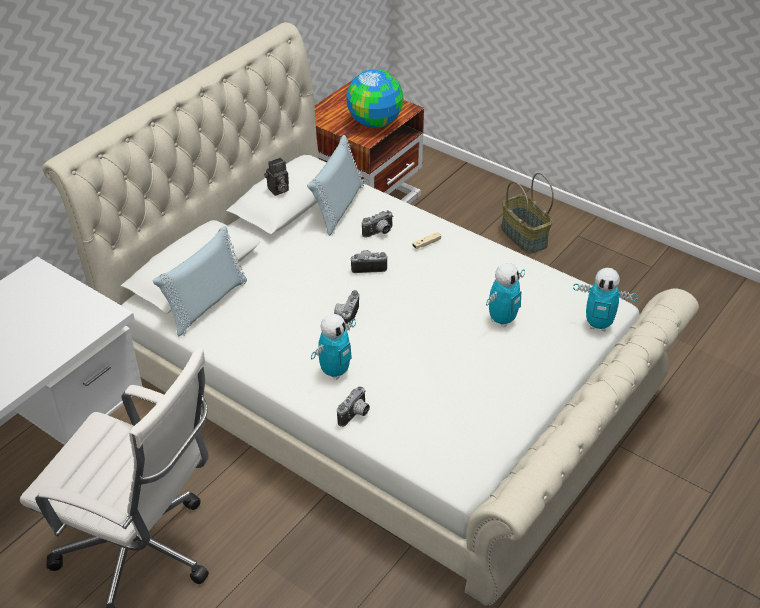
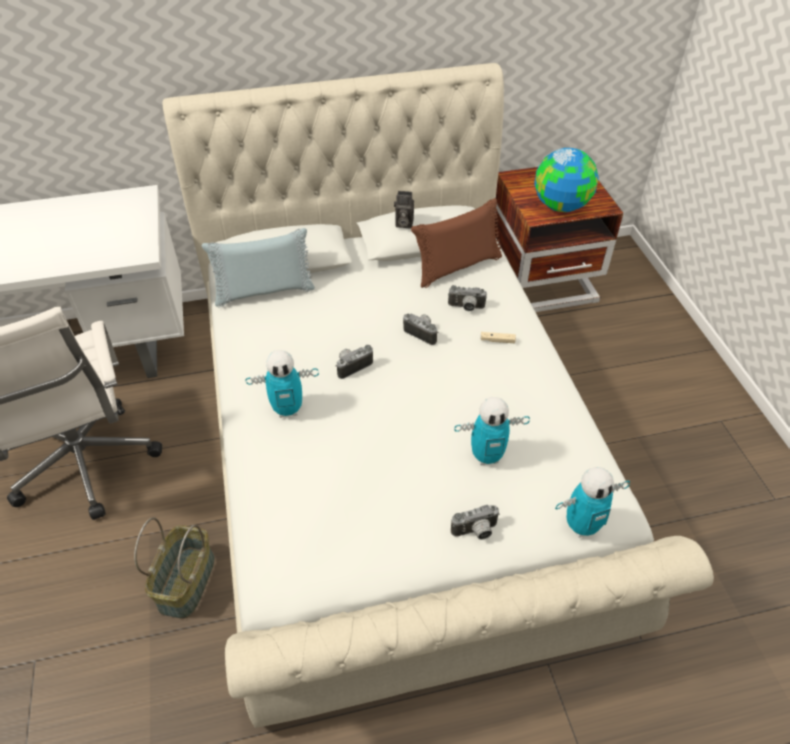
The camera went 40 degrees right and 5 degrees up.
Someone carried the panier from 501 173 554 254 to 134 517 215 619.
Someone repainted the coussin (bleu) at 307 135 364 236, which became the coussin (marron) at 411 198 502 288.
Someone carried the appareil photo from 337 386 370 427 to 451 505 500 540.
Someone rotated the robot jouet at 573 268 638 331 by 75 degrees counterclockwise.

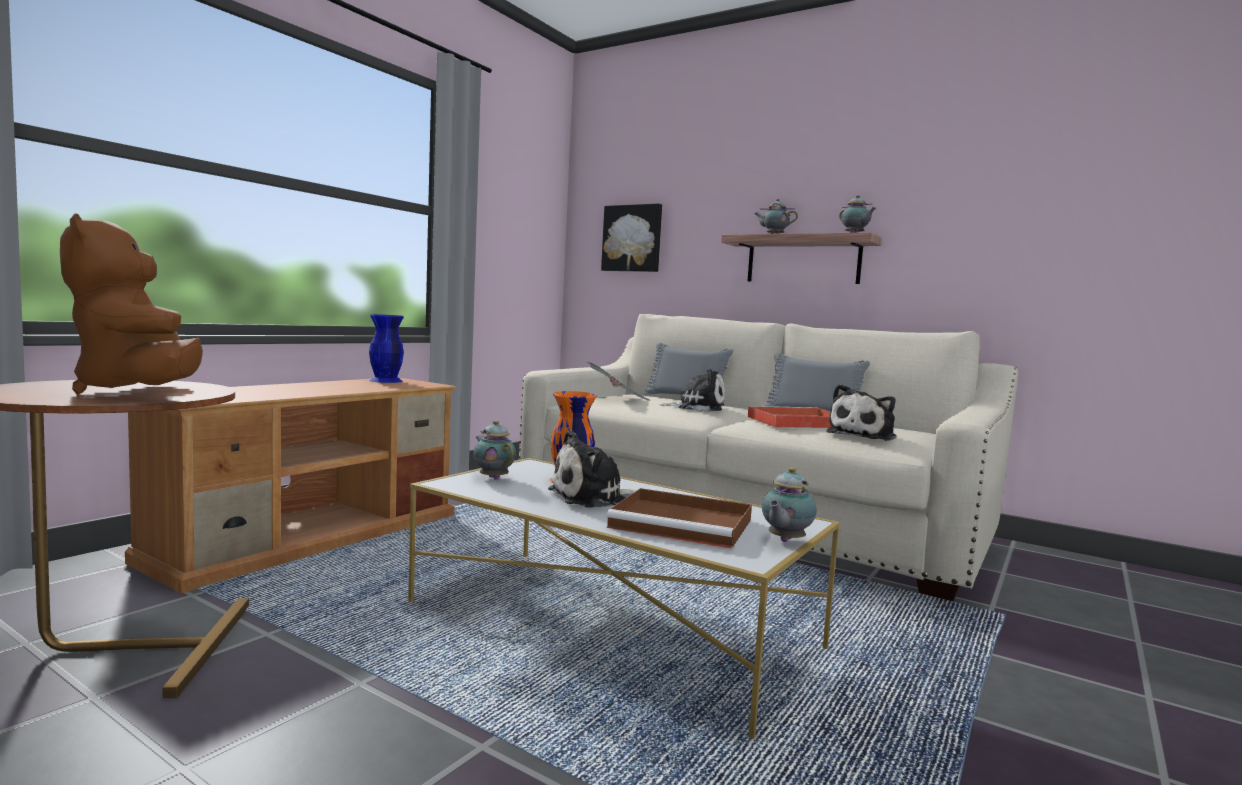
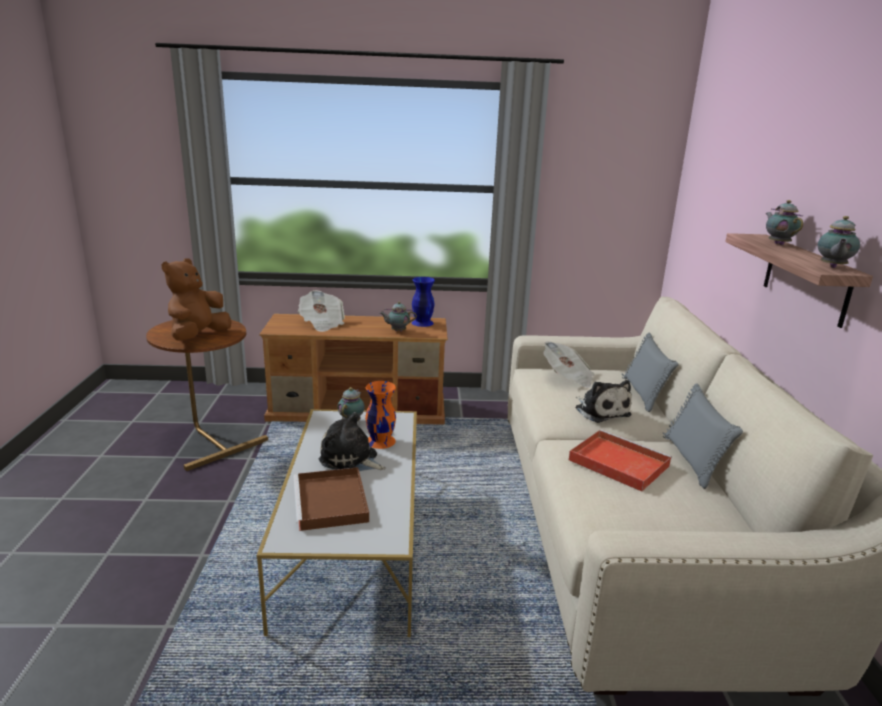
The camera went 55 degrees right and 15 degrees up.
Someone put down the journal at 298 290 345 332.
Someone carried the théière from 762 467 817 542 to 380 301 417 332.
Someone took away the tableau at 601 204 662 272.
Someone took away the peluche at 826 384 897 441.

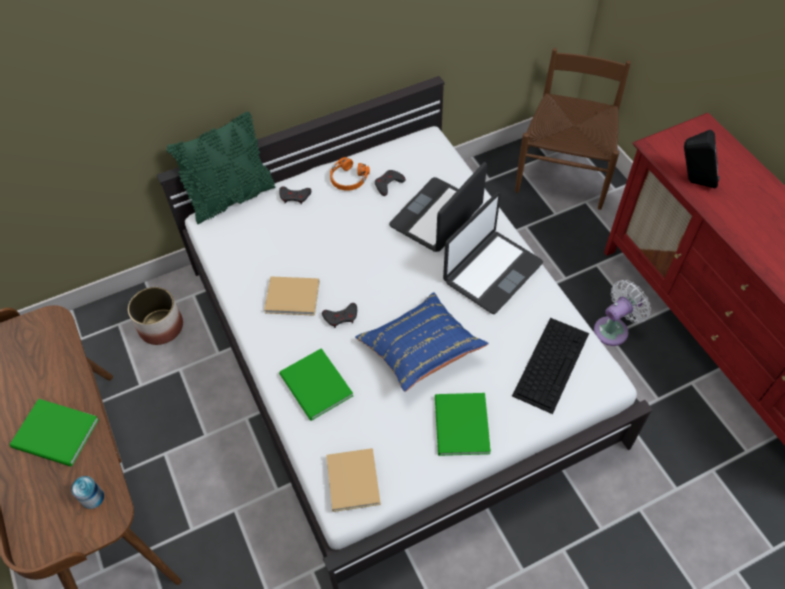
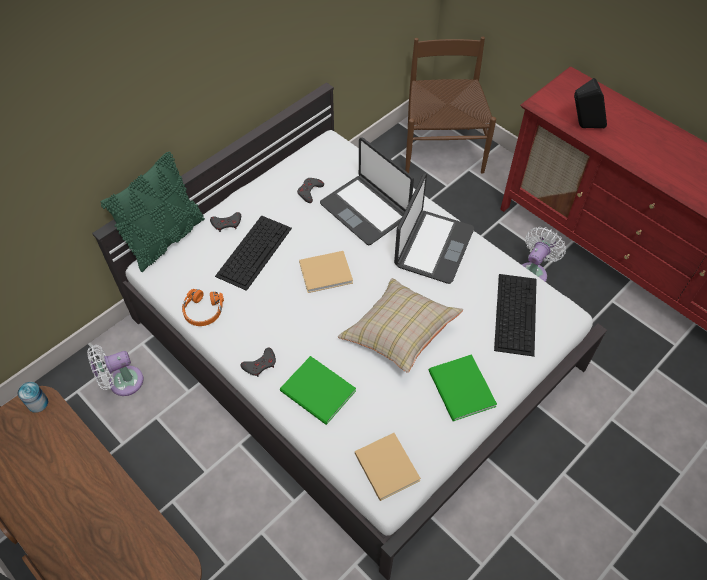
The camera went 20 degrees left and 0 degrees up.
Someone carried the boîte métallique from 71 476 104 509 to 18 382 48 413.
Someone swapped the cache-pot at 128 287 183 345 for the ventilateur (blanc) at 87 345 143 396.
Someone carried the casque audio (orange) from 330 157 370 191 to 182 289 224 326.
Someone put down the clavier at 215 215 292 291.
Someone carried the manette (gris) from 322 303 357 328 to 241 348 276 377.
Someone carried the livre (beige) from 264 276 319 316 to 299 251 353 293.
Someone rotated the ordinateur portable at 389 162 487 252 by 60 degrees counterclockwise.
Someone repainted the coussin (bleu) at 355 292 489 392, which became the coussin (beige) at 338 278 463 373.
Someone took away the livre (vert) at 10 399 99 467.

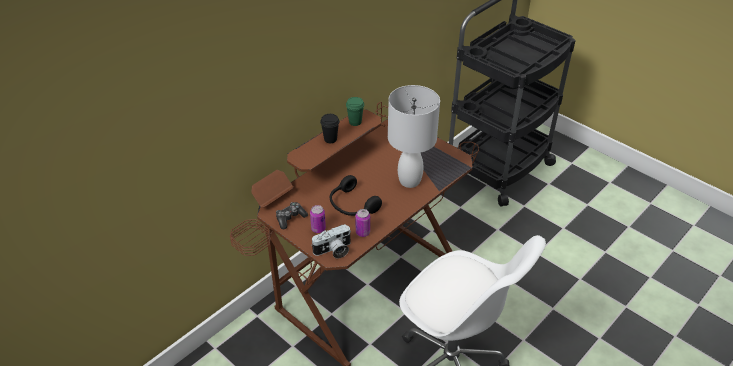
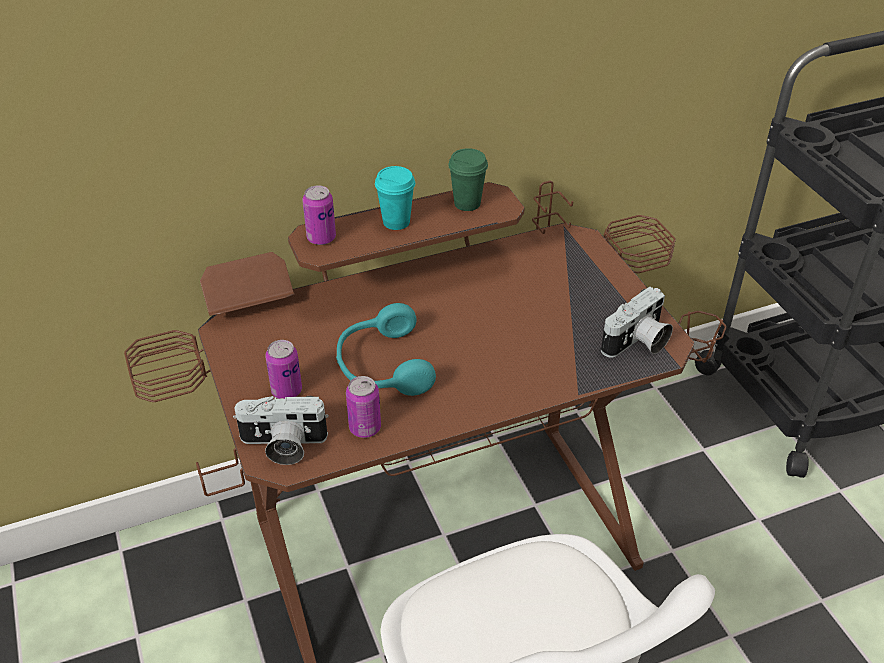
The camera went 25 degrees right and 0 degrees up.
Someone put down the boîte métallique at 302 185 336 245.
Someone repainted the casque audio (noir) at 330 175 382 216, which became the casque audio (turquoise) at 336 303 436 396.
Someone repainted the tasse (noir) at 320 114 339 143, which became the tasse (turquoise) at 375 166 415 230.
Someone put down the appareil photo at 601 286 673 357.
Someone took away the manette at 276 202 308 229.
Someone took away the lampe de table (blanc) at 388 85 440 188.

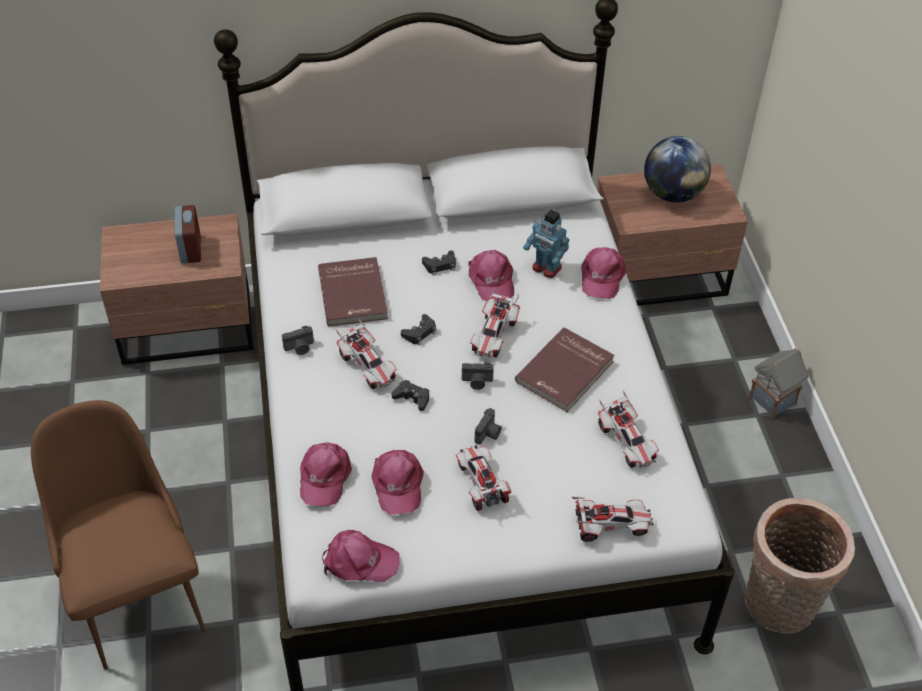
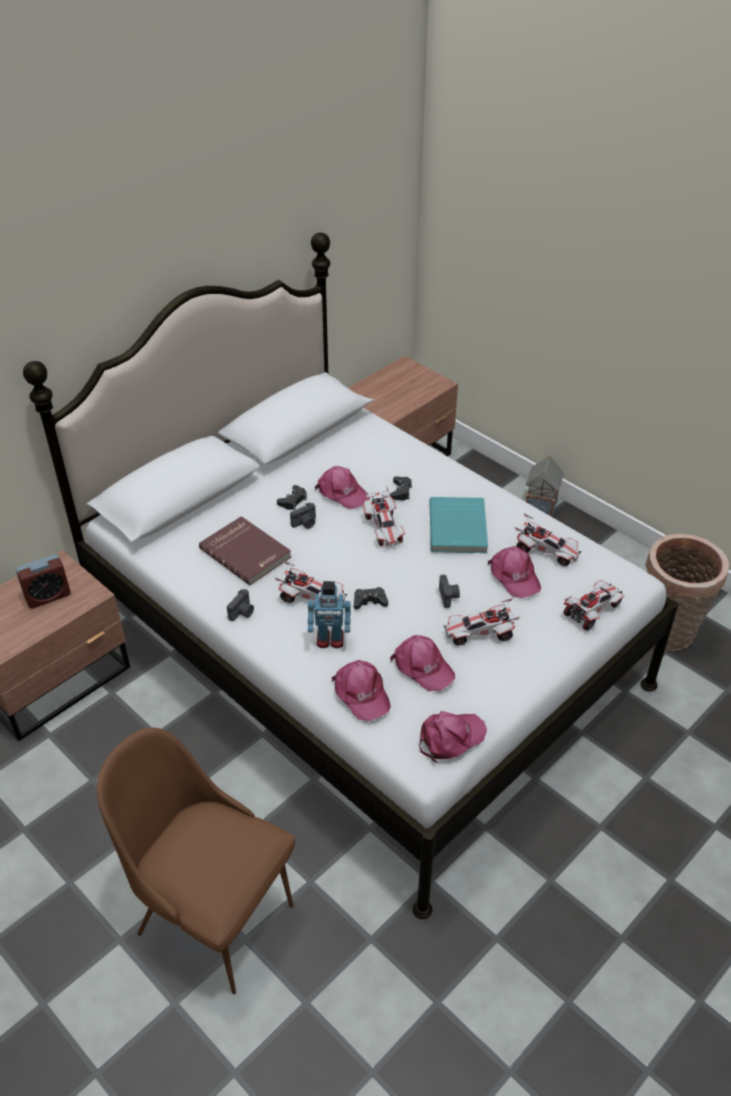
The camera went 35 degrees left and 5 degrees down.
Someone rotated the réveil at 175 205 201 264 by 105 degrees clockwise.
Someone carried the appareil photo from 462 362 494 390 to 290 502 316 529.
Someone carried the robot jouet from 523 209 569 278 to 308 581 351 648.
Someone carried the manette (noir) from 401 314 436 345 to 390 476 412 500.
Someone repainted the livre (rouge) at 515 327 615 412, which became the livre (turquoise) at 430 497 488 553.
Someone rotated the petite voiture at 456 445 512 511 by 45 degrees counterclockwise.
Someone carried the casquette (rose) from 581 247 626 299 to 488 546 541 598.
Someone took away the globe at 644 136 711 202.

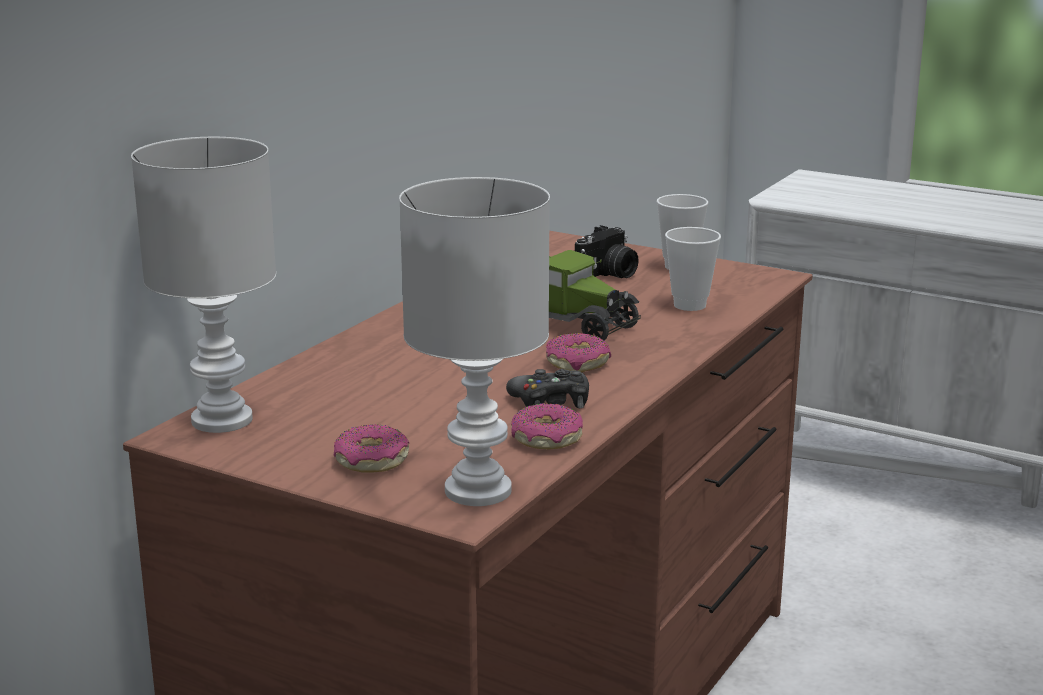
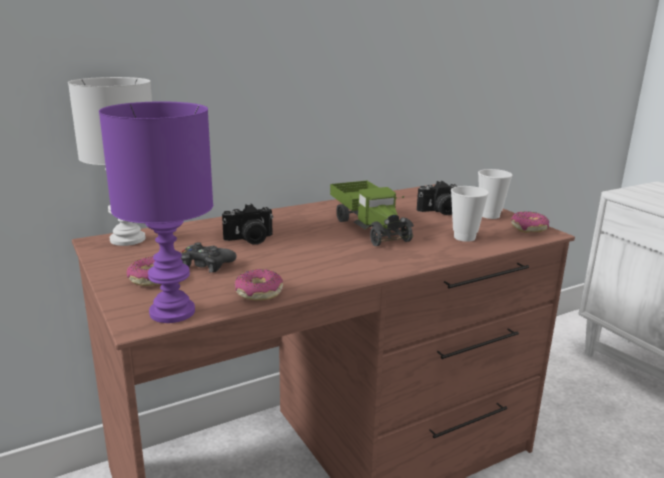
The camera went 30 degrees right and 0 degrees up.
Someone repainted the lampe de table (blanc) at 399 177 550 506, which became the lampe de table (violet) at 99 101 213 323.
Someone carried the manette (noir) from 506 369 589 408 to 181 242 237 273.
Someone put down the appareil photo at 222 204 273 245.
Someone carried the beignet from 546 333 611 372 to 511 211 549 233.

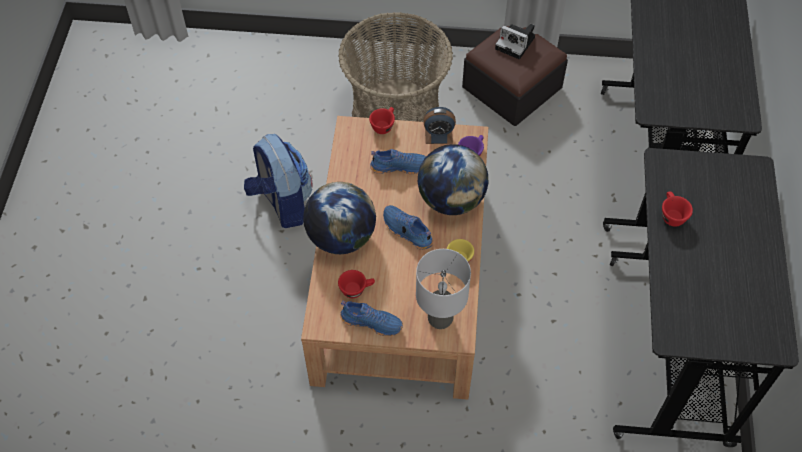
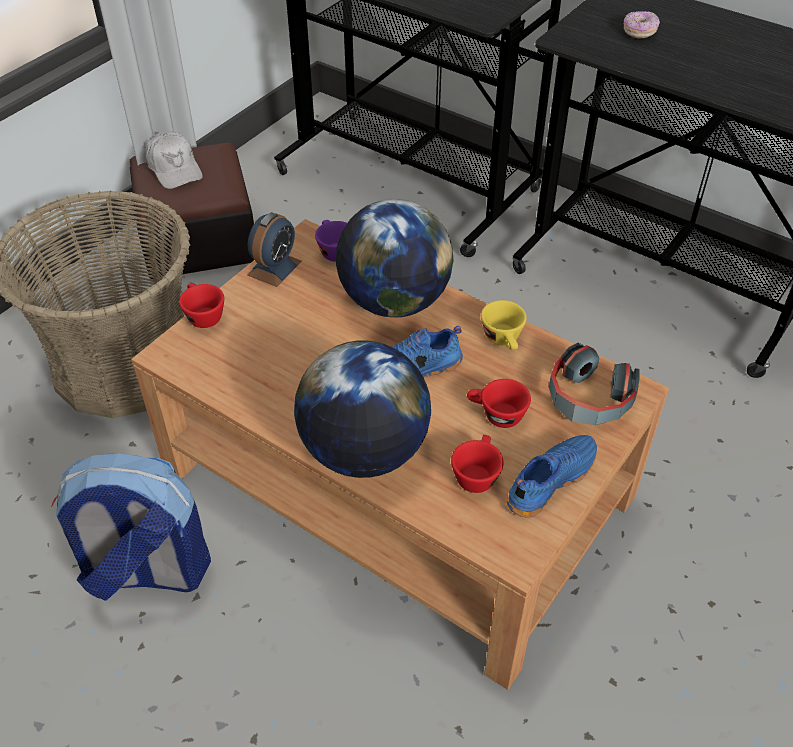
The camera went 60 degrees left and 10 degrees down.
Someone swapped the appareil photo at 495 24 535 59 for the casquette (blanc) at 145 131 203 189.
Someone carried the tasse (rouge) from 662 192 693 227 to 467 379 531 428.
Someone swapped the lampe de table (blanc) at 416 249 471 329 for the casque audio at 549 343 640 425.
Someone put down the beignet at 624 11 660 39.
Someone took away the chaussure (bleu) at 370 149 426 174.

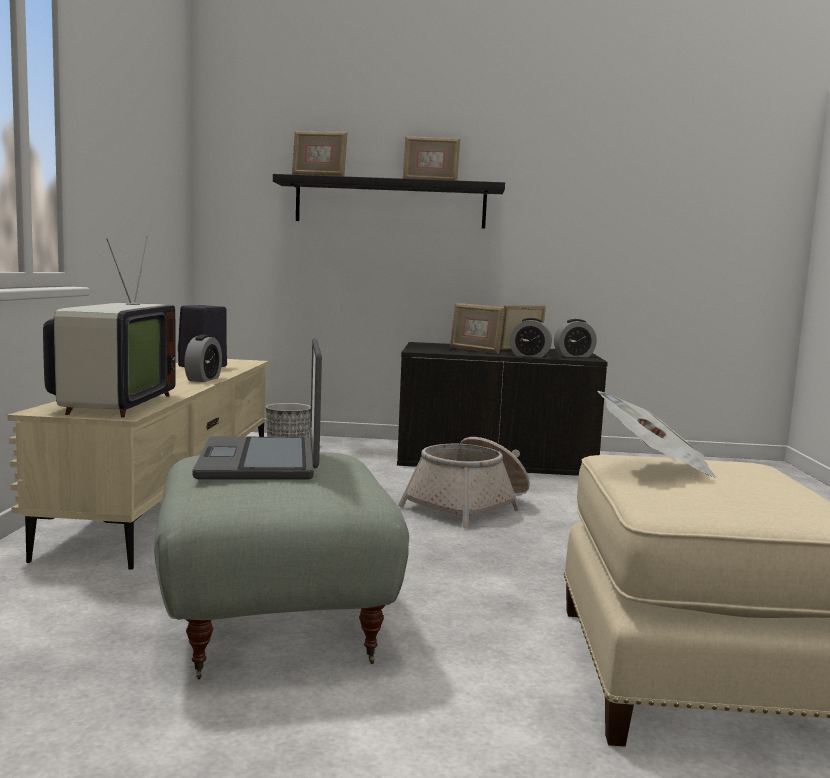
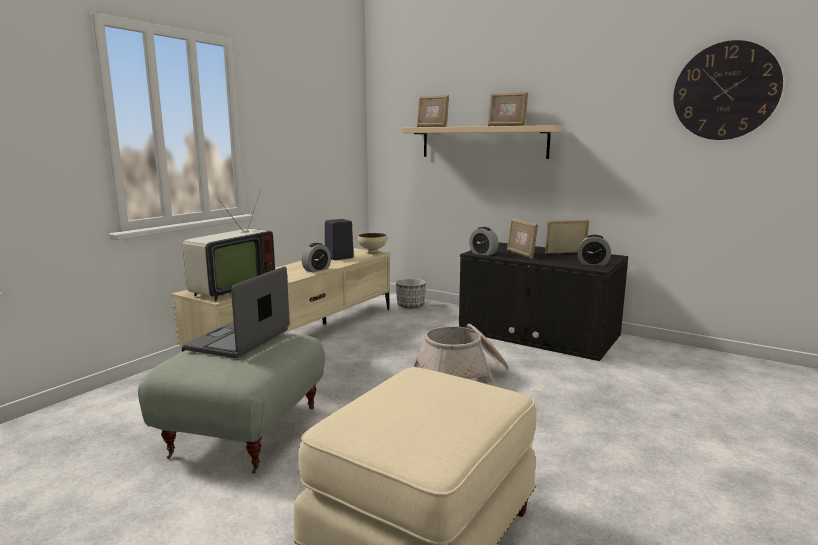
The camera went 30 degrees right and 5 degrees up.
Someone put down the bol (beige) at 358 233 387 254.
Someone repainted the étagère (noir) at 273 174 505 229, which became the étagère (beige) at 402 125 563 159.
Someone carried the réveil from 509 318 552 358 to 469 227 499 256.
Someone put up the horloge murale at 673 40 783 140.
Someone took away the journal at 597 391 717 478.

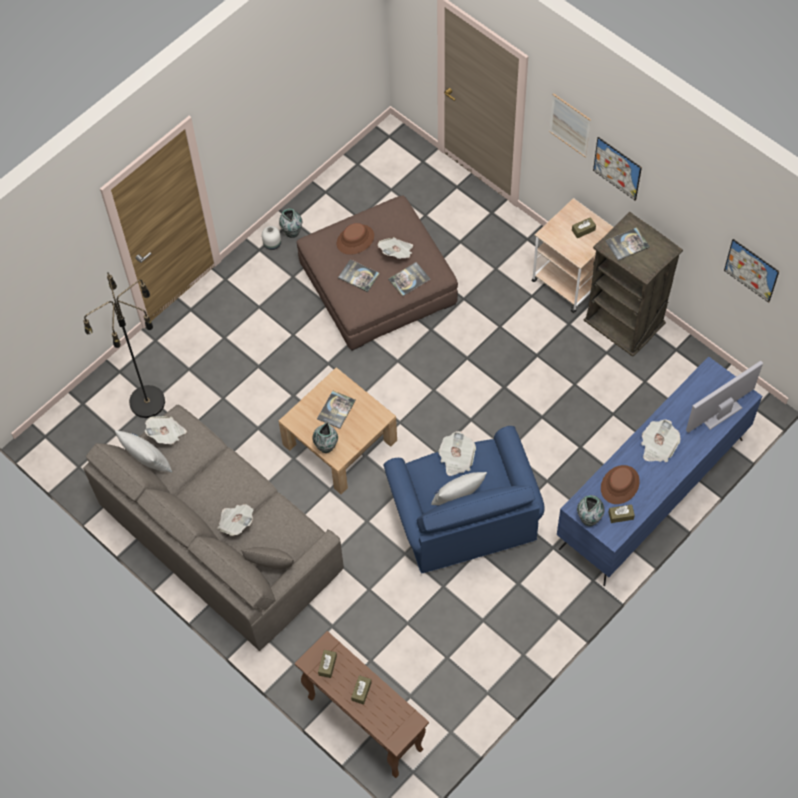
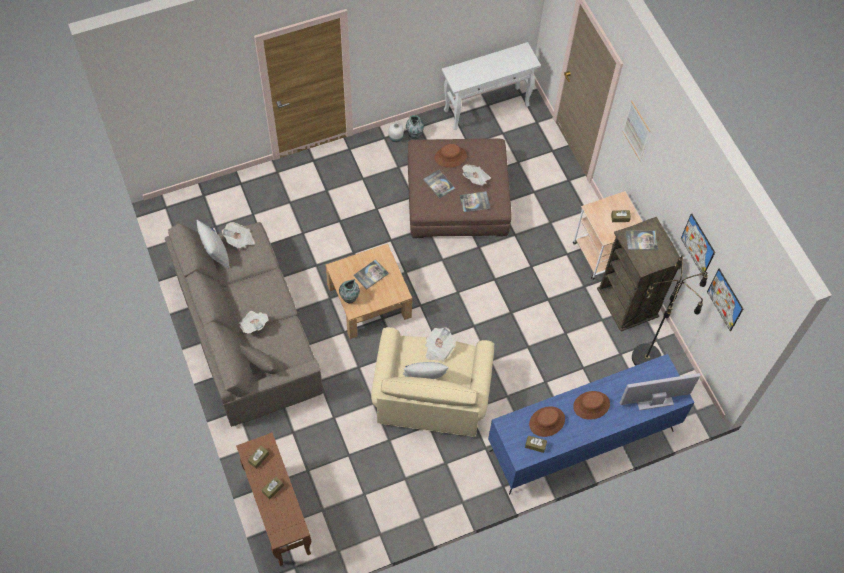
The camera went 20 degrees right and 0 degrees up.
Someone repainted the fauteuil (bleu) at 383 426 545 573, which became the fauteuil (beige) at 371 327 495 437.
Someone put down the table console (blanc) at 442 42 541 130.
Someone swapped the journal at 641 419 681 462 for the chapeau (marron) at 573 391 610 420.
Someone carried the lampadaire from 83 272 165 418 to 632 255 708 366.
Someone carried the tableau from 593 137 642 201 to 681 214 715 276.
Someone took away the vase at 577 495 604 526.

